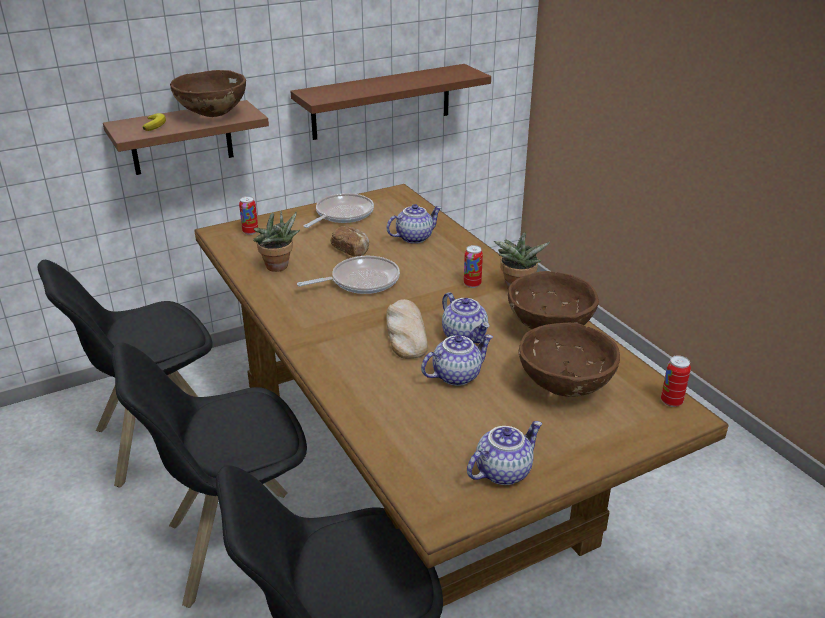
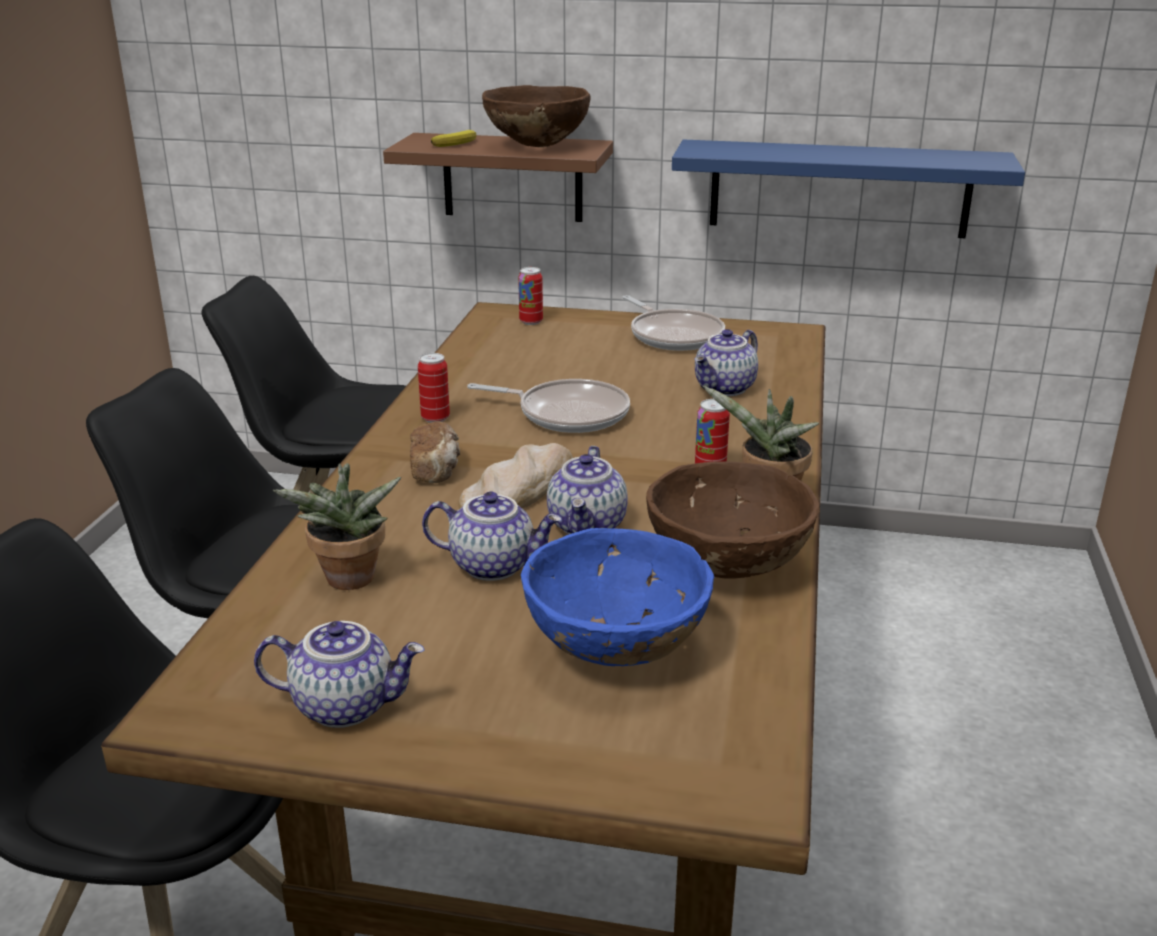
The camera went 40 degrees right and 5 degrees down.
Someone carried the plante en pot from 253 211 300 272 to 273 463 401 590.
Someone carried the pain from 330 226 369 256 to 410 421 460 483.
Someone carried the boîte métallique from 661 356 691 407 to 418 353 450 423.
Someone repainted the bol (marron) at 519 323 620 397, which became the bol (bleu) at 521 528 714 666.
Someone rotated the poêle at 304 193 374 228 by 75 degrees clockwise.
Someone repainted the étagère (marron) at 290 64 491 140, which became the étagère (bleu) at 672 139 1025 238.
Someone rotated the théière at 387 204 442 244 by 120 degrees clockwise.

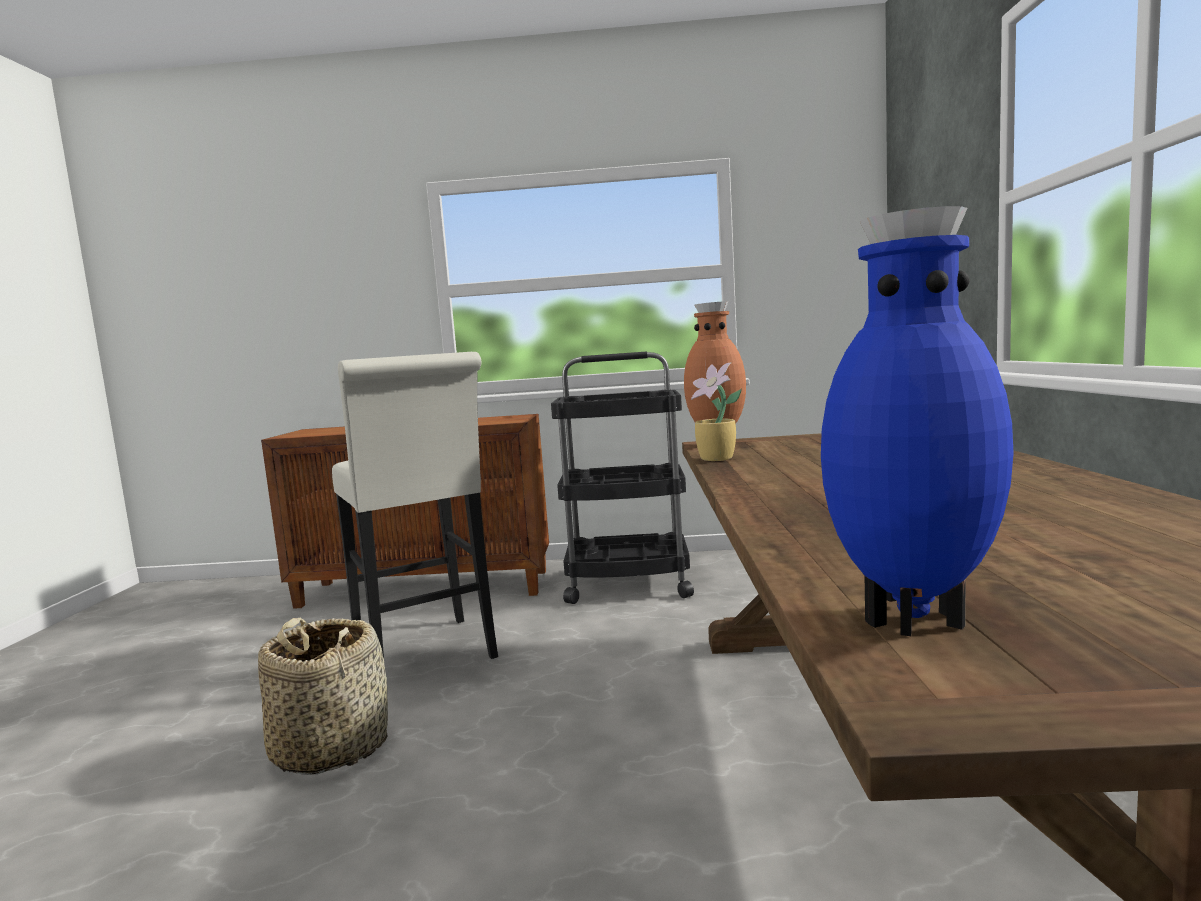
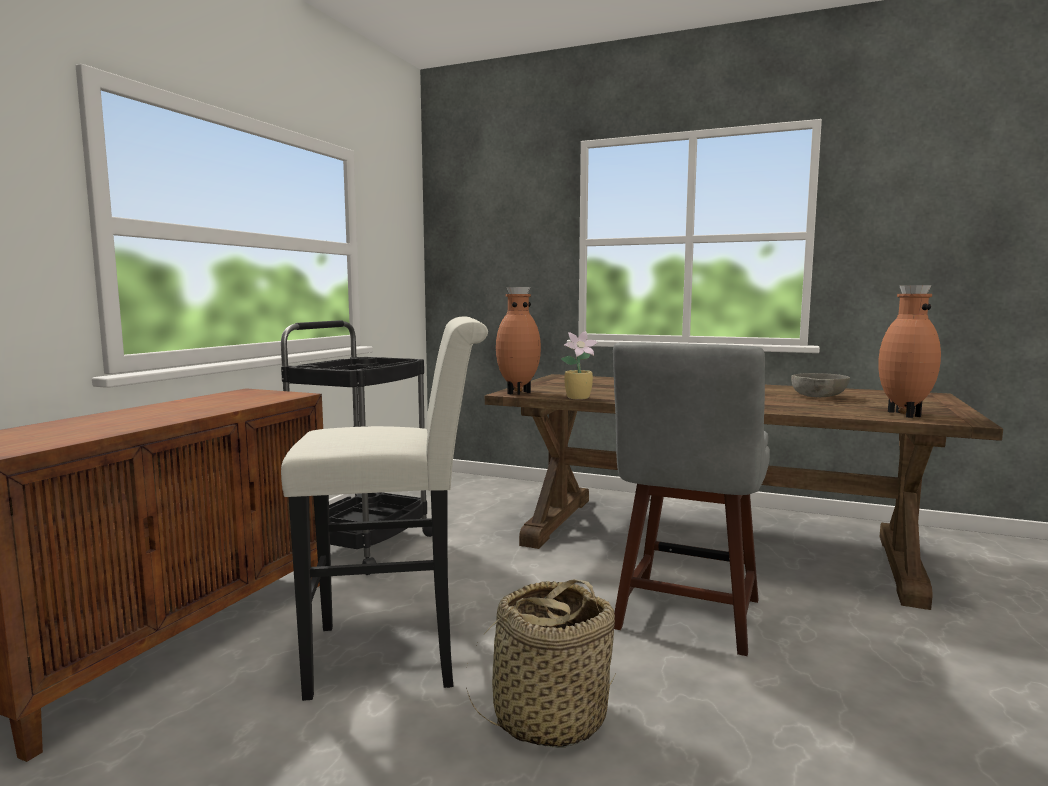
The camera went 70 degrees left and 0 degrees up.
Someone put down the tabouret (gris) at 613 342 770 656.
Someone put down the bol (gris) at 791 373 850 397.
Someone repainted the vase (bleu) at 821 206 1014 636, which became the vase (marron) at 878 285 941 418.

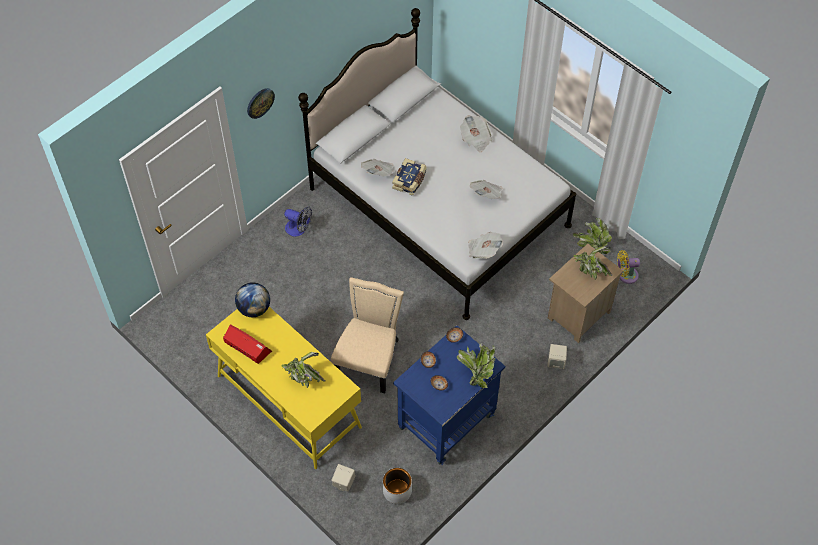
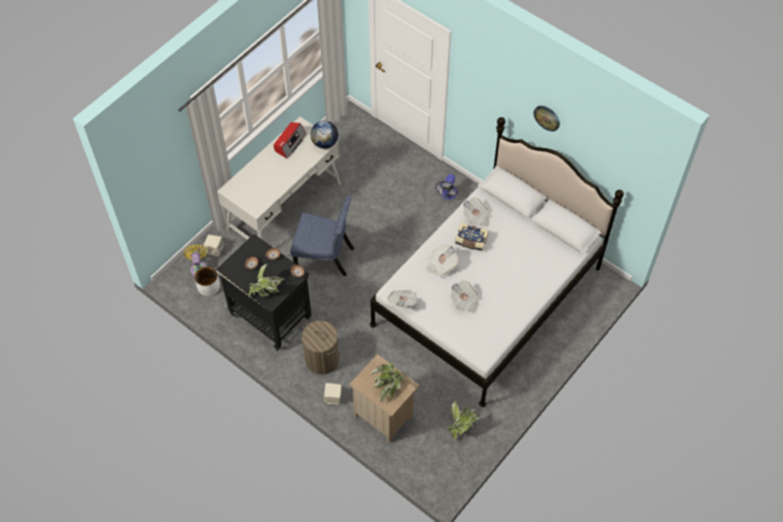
The camera went 85 degrees right and 0 degrees up.
Someone carried the ventilateur (jaune) from 617 250 640 284 to 184 244 207 276.
Someone repainted the chariot (bleu) at 393 325 505 465, which became the chariot (noir) at 216 234 311 351.
Someone repainted the bureau (jaune) at 206 307 362 469, which became the bureau (blanc) at 217 117 341 240.
Someone repainted the chaise (beige) at 331 277 404 393, which became the chaise (bleu) at 290 195 354 276.
Someone put down the panier à linge at 302 321 339 375.
Someone carried the journal from 460 115 493 152 to 426 244 458 277.
Someone carried the horloge murale from 247 88 275 119 to 534 106 560 131.
Someone took away the plante en pot at 281 352 326 388.

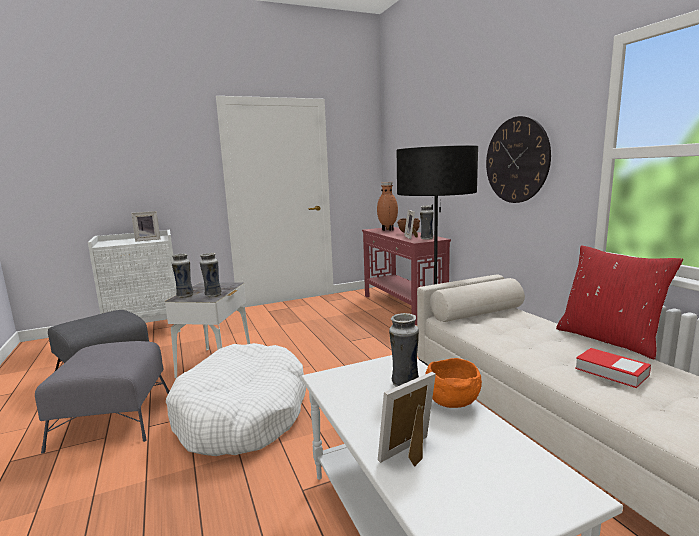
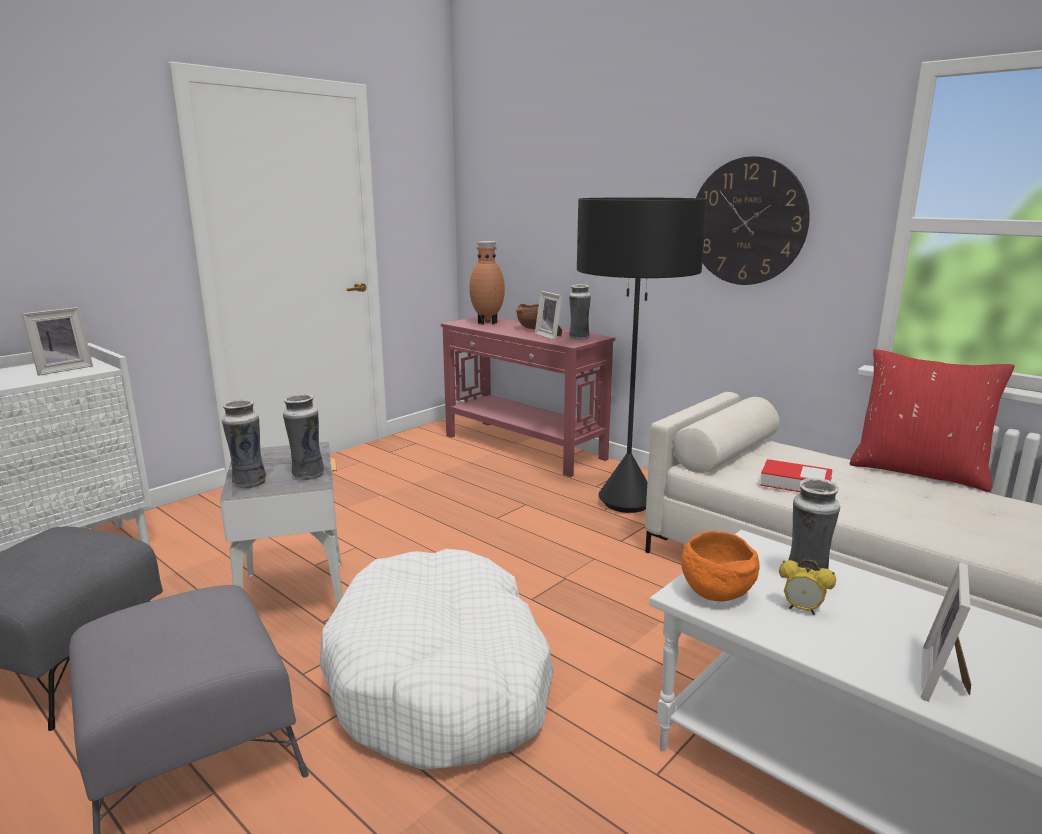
The camera went 25 degrees left and 5 degrees up.
Someone carried the bol (orange) from 425 358 482 408 to 681 531 760 602.
Someone carried the livre from 575 348 651 388 to 760 459 833 492.
Someone put down the réveil at 779 559 836 615.

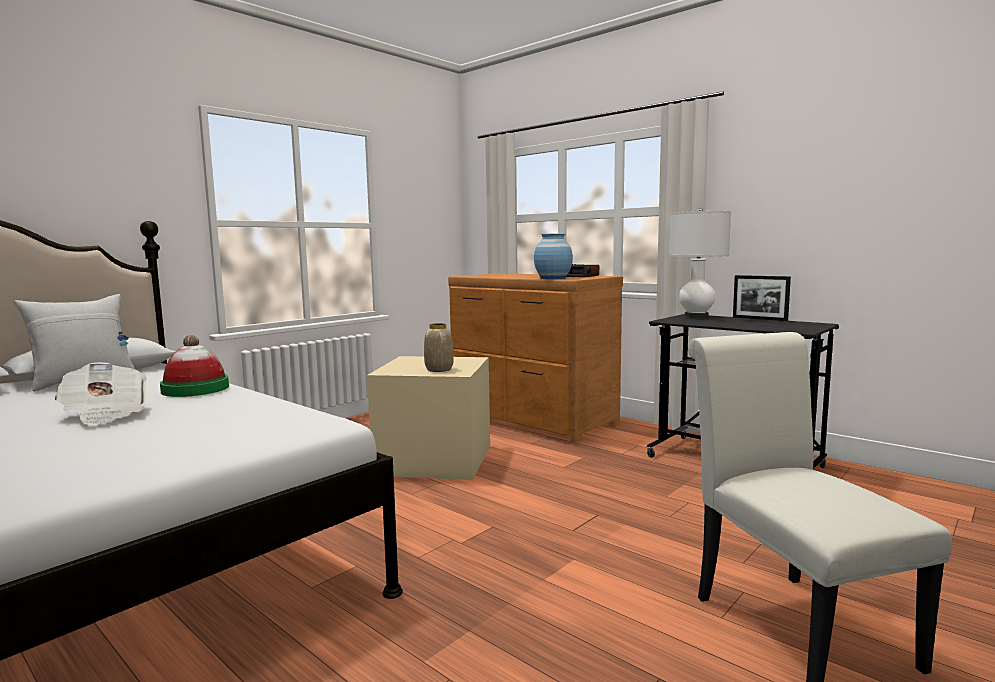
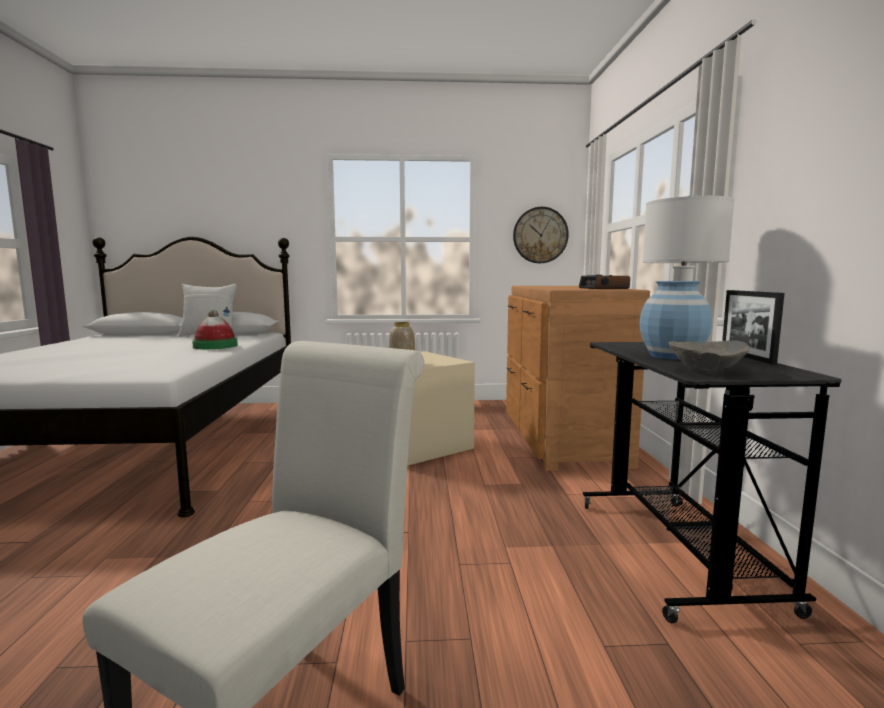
The camera went 45 degrees right and 0 degrees up.
Someone put up the horloge murale at 513 207 569 263.
Someone carried the vase (bleu) from 534 233 573 279 to 640 281 712 360.
Someone put down the bol (gris) at 668 340 750 371.
Someone took away the journal at 54 362 147 426.

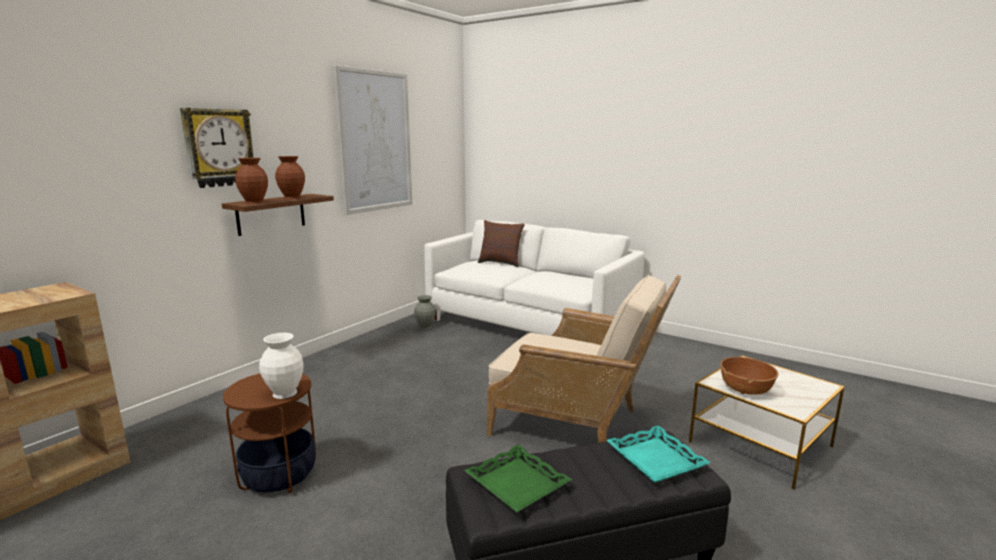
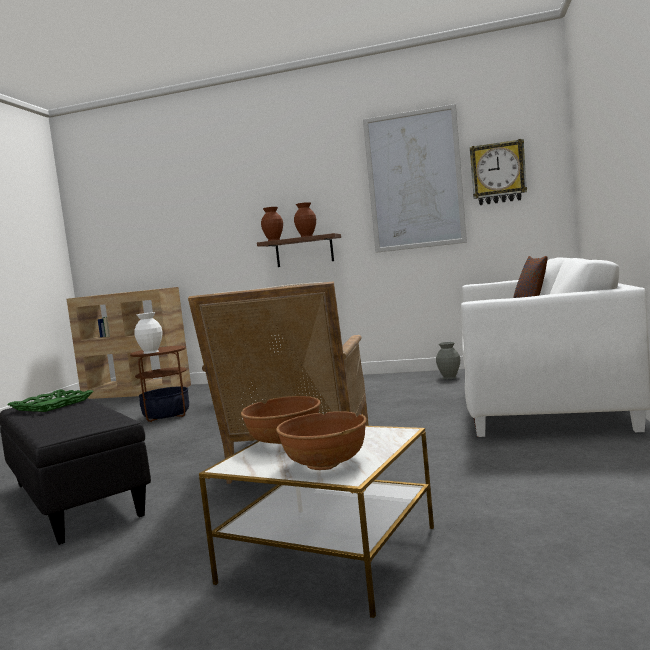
The camera went 70 degrees right and 10 degrees down.
Someone put down the bol (marron) at 276 411 367 470.
Someone carried the horloge murale from 180 108 254 188 to 470 139 527 205.
Someone took away the plateau (turquoise) at 607 426 711 483.

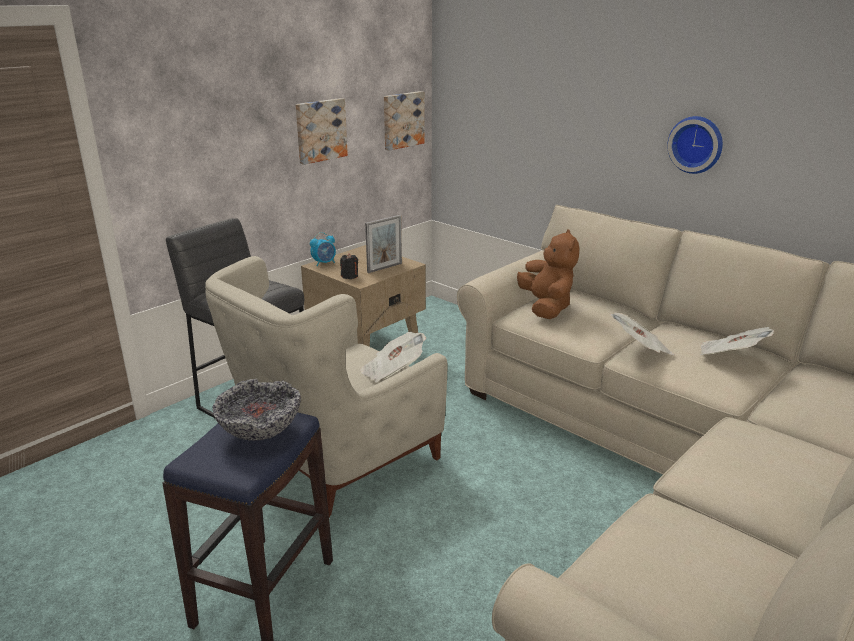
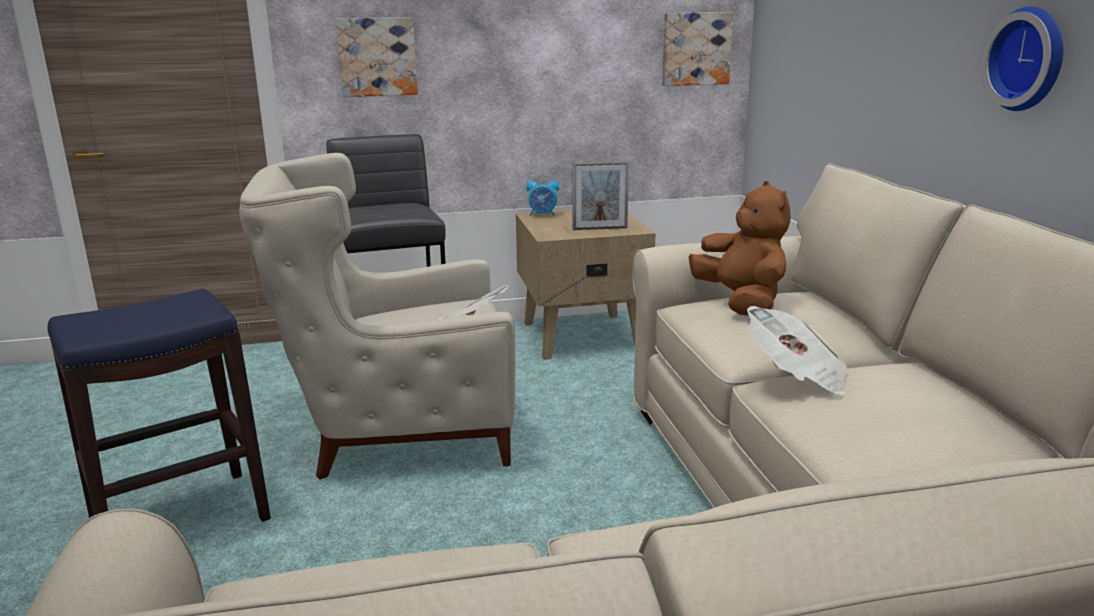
The camera went 35 degrees right and 5 degrees down.
Someone carried the tableau from 295 98 348 165 to 336 17 418 97.
Someone rotated the peluche (marron) at 517 229 579 319 by 45 degrees counterclockwise.
Someone took away the bol at 212 378 301 441.
Someone took away the bougie (noir) at 340 253 358 279.
Someone took away the journal at 700 327 774 355.

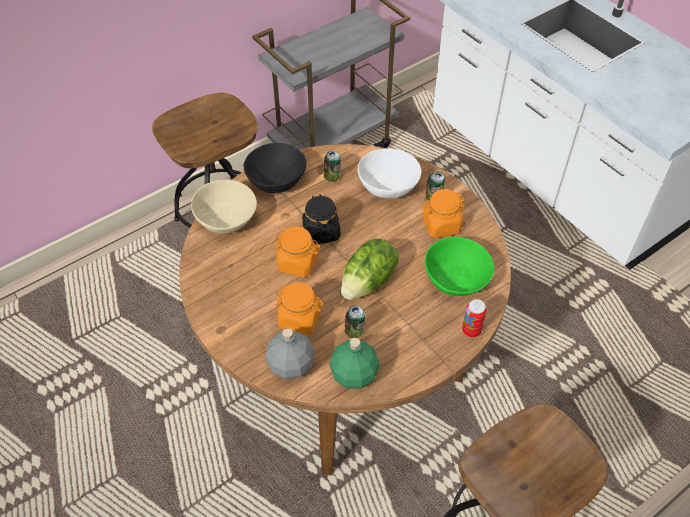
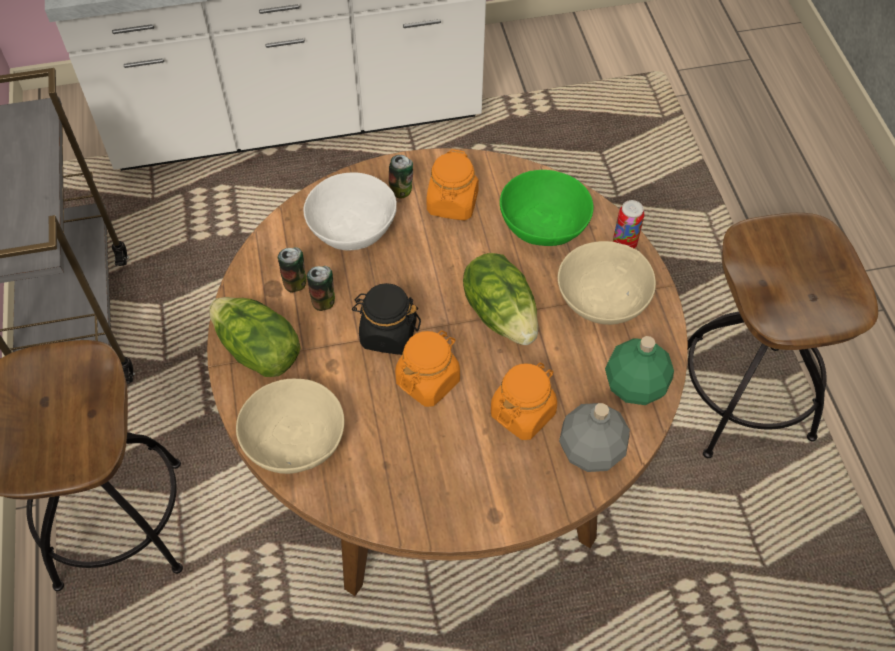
The camera went 65 degrees left and 5 degrees up.
Someone swapped the bol (noir) at 244 143 306 193 for the laitue at 209 297 300 377.
Someone carried the boîte métallique from 345 305 365 338 to 307 266 335 311.
Someone put down the bol (beige) at 558 241 656 325.

